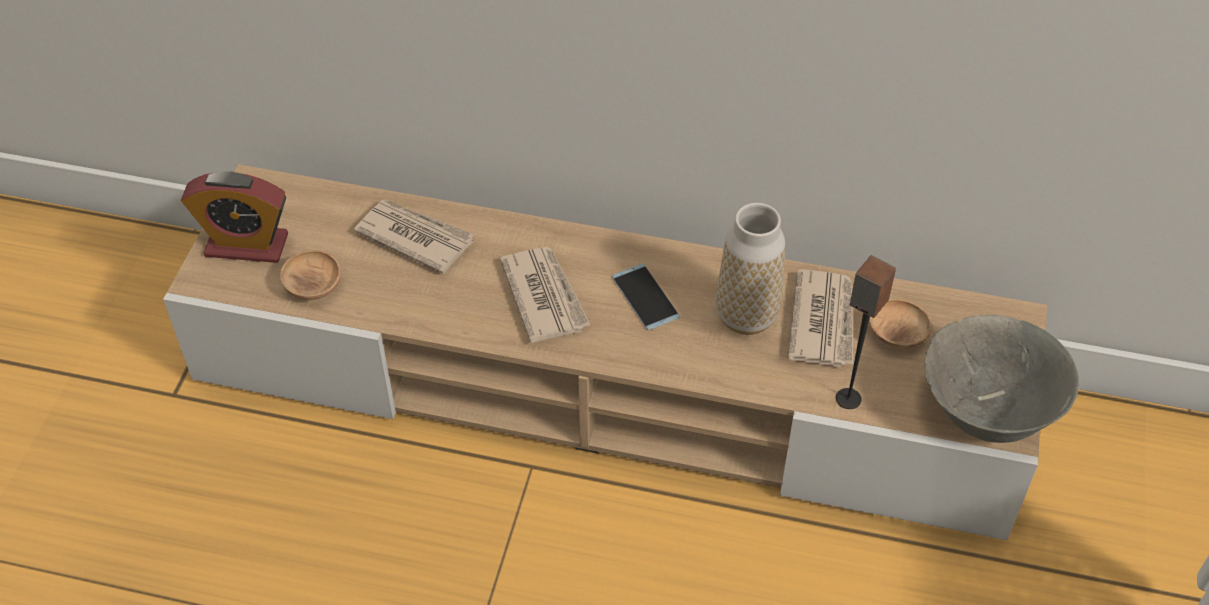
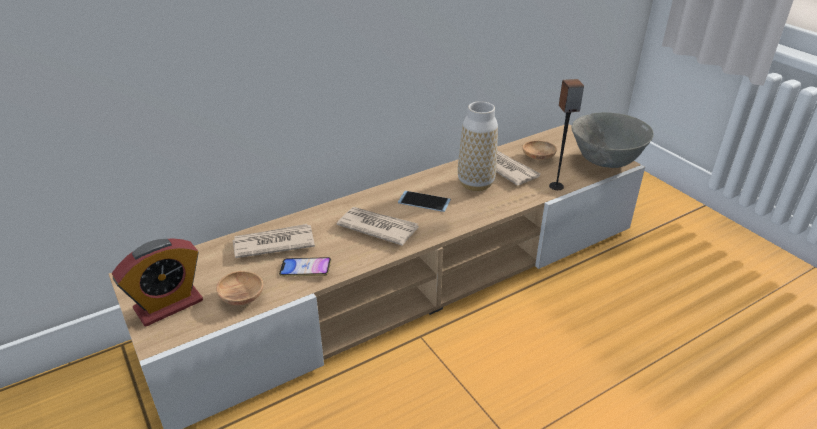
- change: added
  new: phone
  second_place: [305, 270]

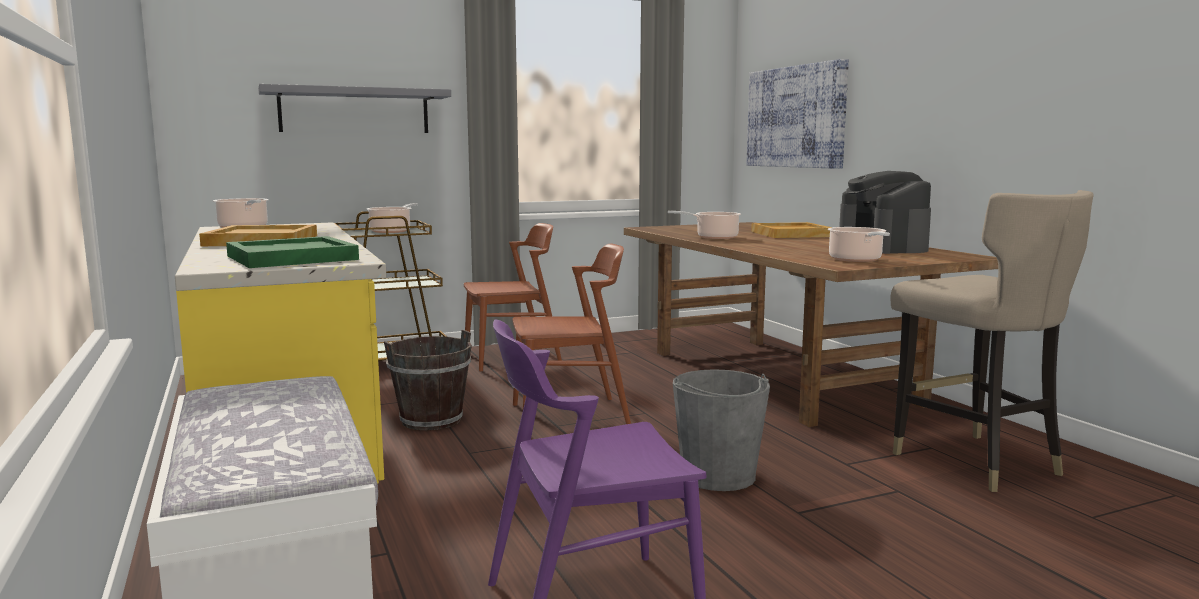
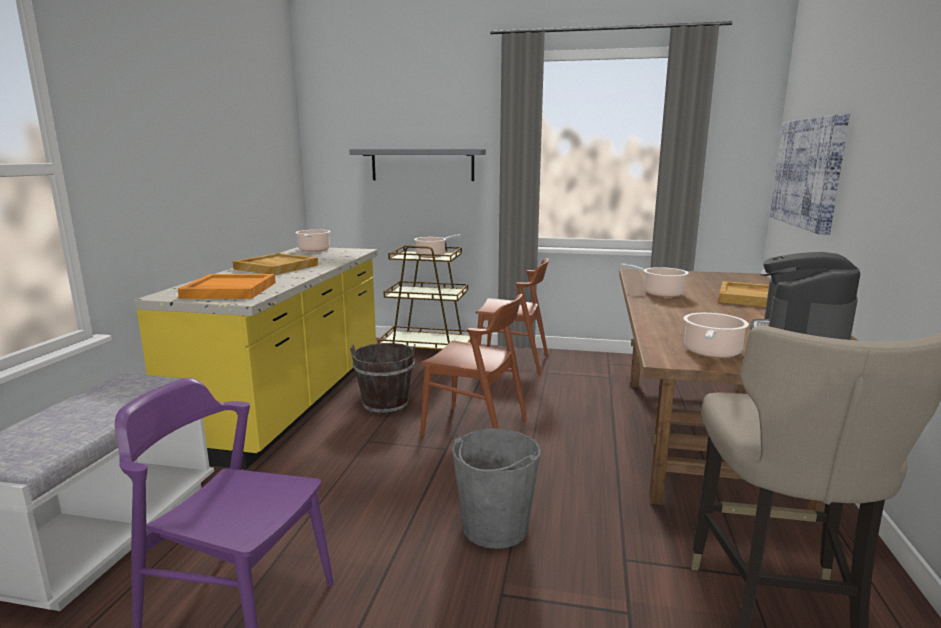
- change: recoloured
  old: tray in green
  new: tray in orange
  first_place: [291, 258]
  second_place: [229, 290]

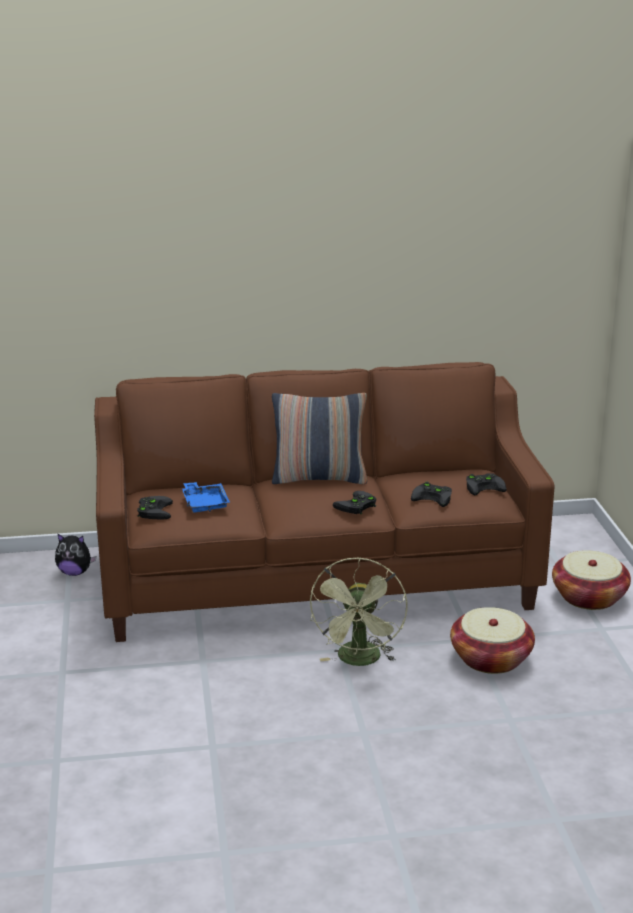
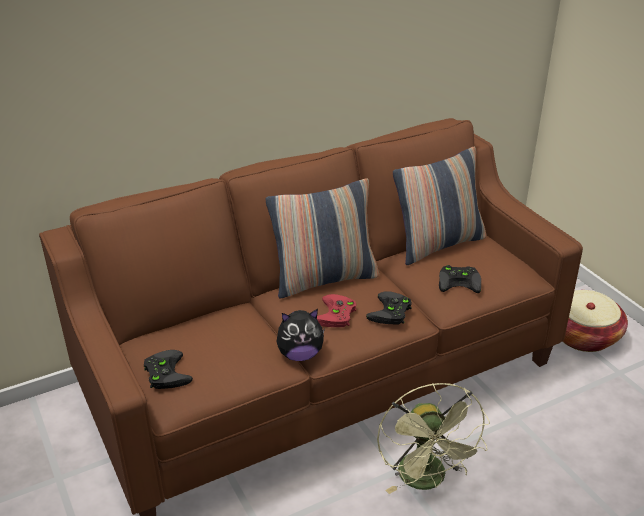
- change: removed
  old: game controller in black
  first_place: [485, 486]
- change: removed
  old: tray in blue
  first_place: [205, 504]
- change: moved
  old: plush toy
  first_place: [75, 572]
  second_place: [300, 354]
- change: removed
  old: basket
  first_place: [491, 658]
- change: added
  new: pillow
  second_place: [438, 244]
- change: added
  new: game controller in red
  second_place: [336, 315]

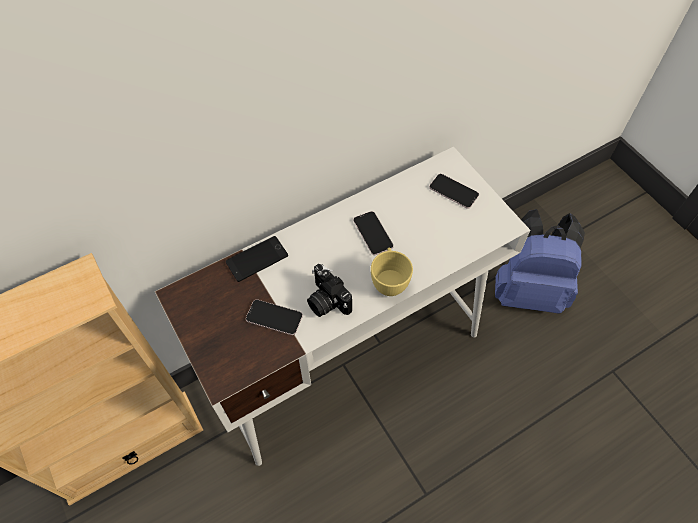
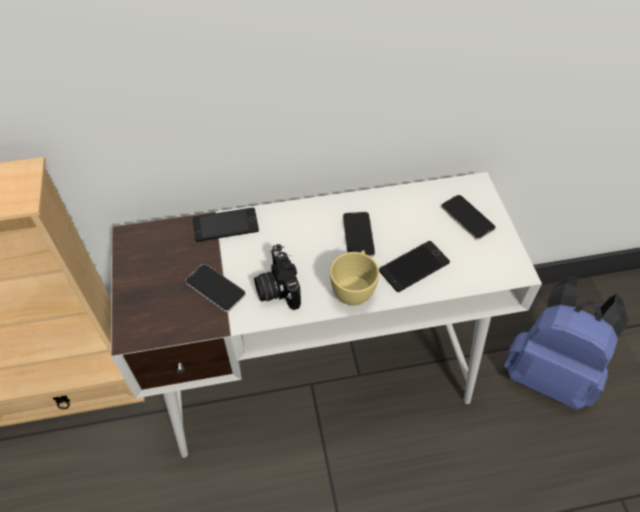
- change: added
  new: phone
  second_place: [414, 266]

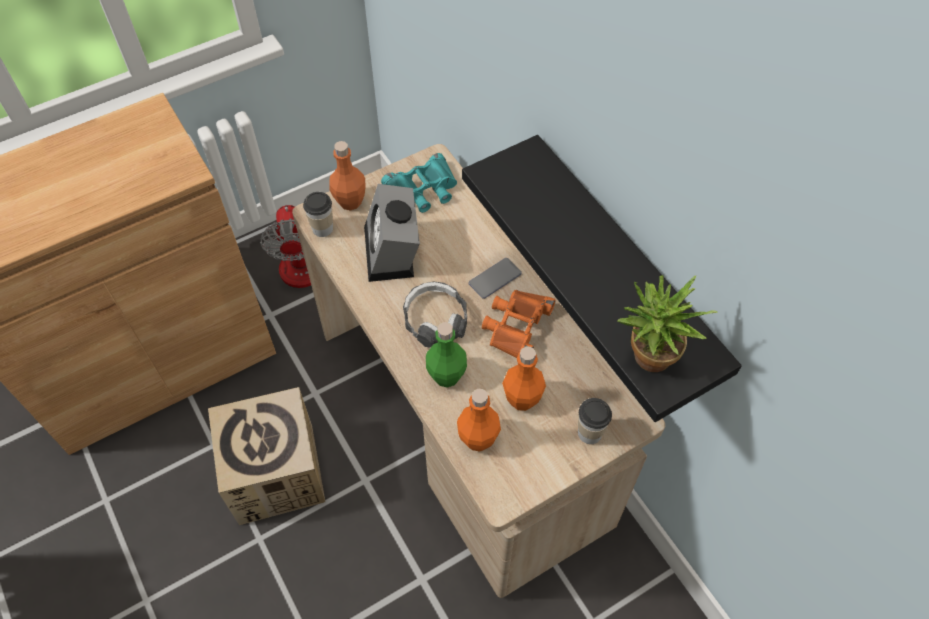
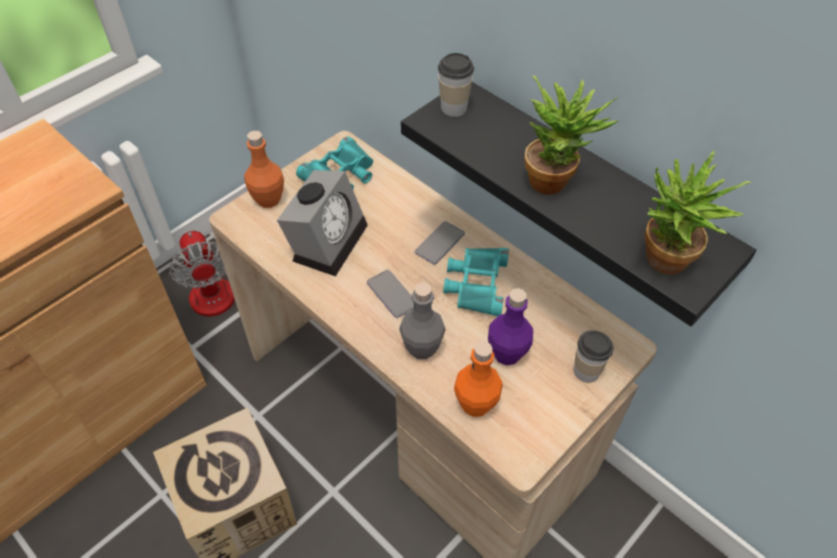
- change: turned
  old: alarm clock
  first_place: [393, 253]
  second_place: [328, 239]
  degrees: -135
- change: moved
  old: cup
  first_place: [322, 228]
  second_place: [453, 108]
- change: replaced
  old: headphones
  new: phone
  first_place: [435, 319]
  second_place: [392, 294]
- change: recoloured
  old: binoculars in orange
  new: binoculars in turquoise
  first_place: [516, 326]
  second_place: [476, 284]
- change: recoloured
  old: bottle in green
  new: bottle in grey
  first_place: [446, 376]
  second_place: [422, 348]
- change: recoloured
  old: bottle in orange
  new: bottle in purple
  first_place: [522, 399]
  second_place: [507, 353]
- change: added
  new: potted plant
  second_place: [555, 180]

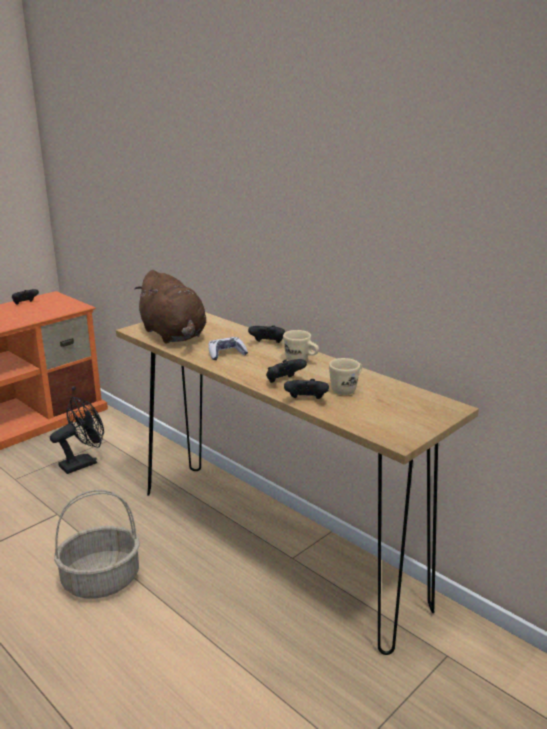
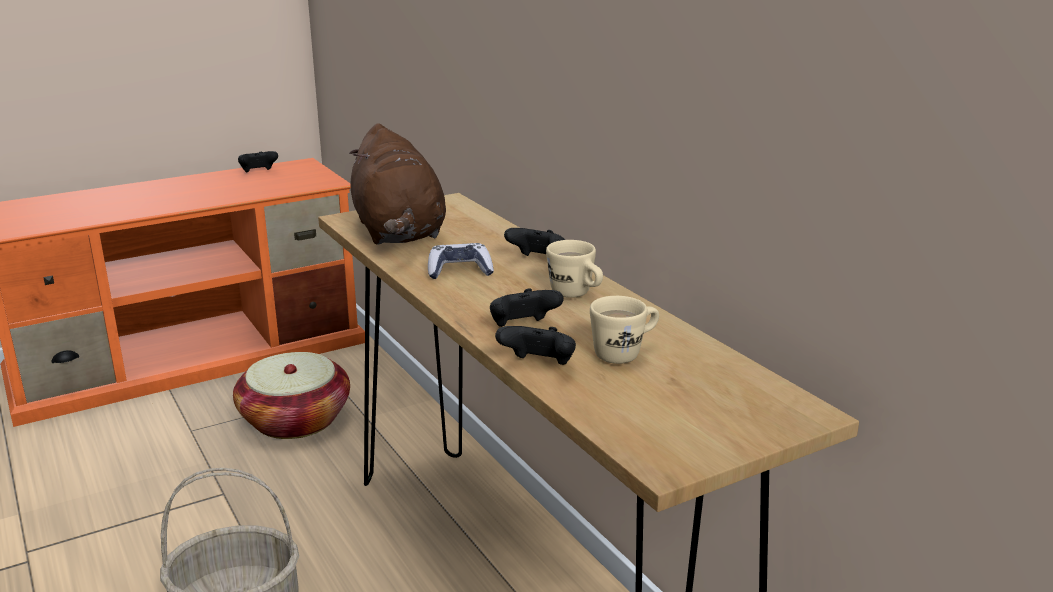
- change: replaced
  old: fan in black
  new: basket
  first_place: [83, 463]
  second_place: [295, 420]

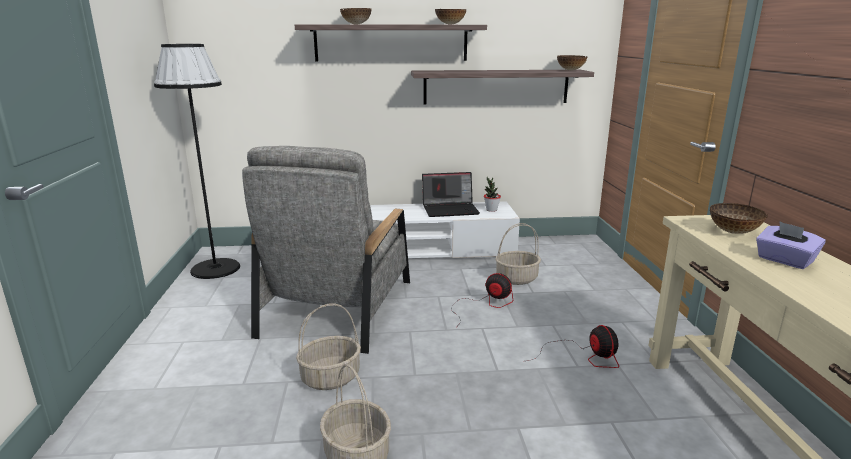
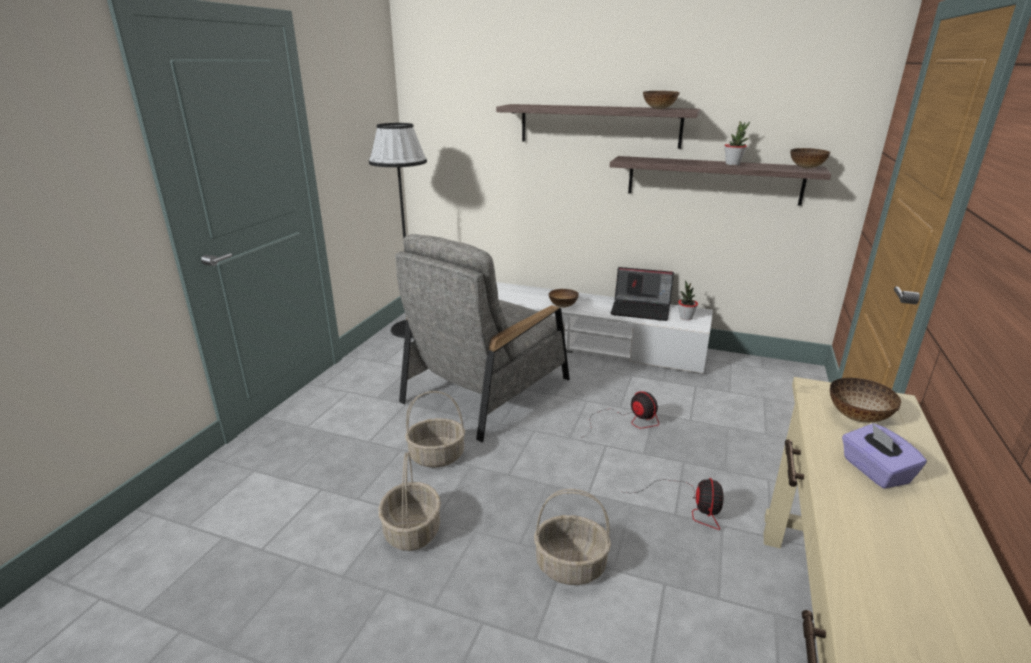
- change: moved
  old: bowl
  first_place: [356, 24]
  second_place: [563, 306]
- change: moved
  old: basket
  first_place: [517, 278]
  second_place: [571, 565]
- change: added
  new: potted plant
  second_place: [732, 164]

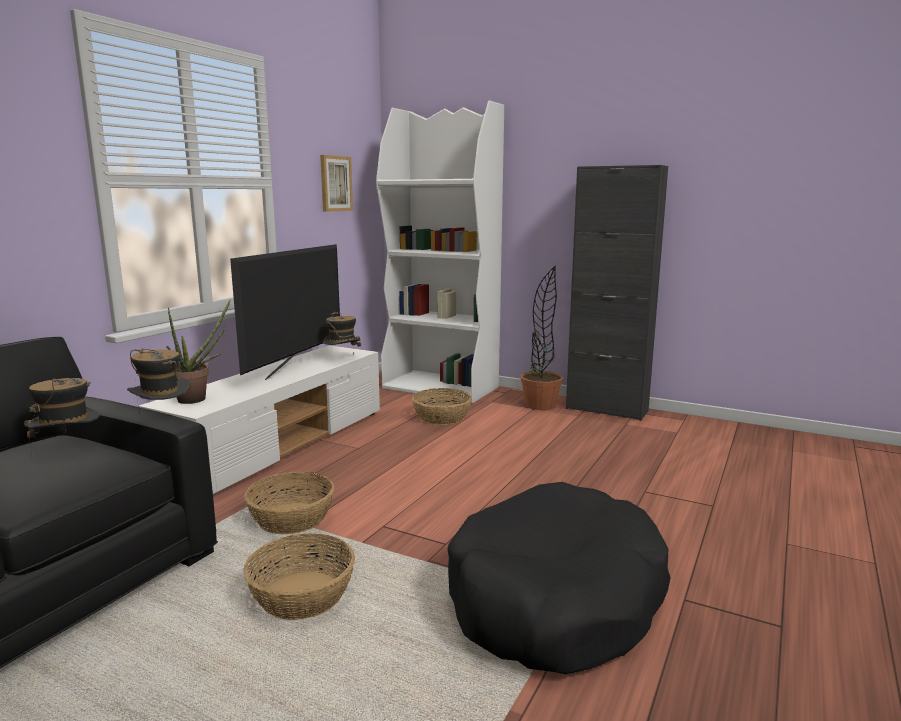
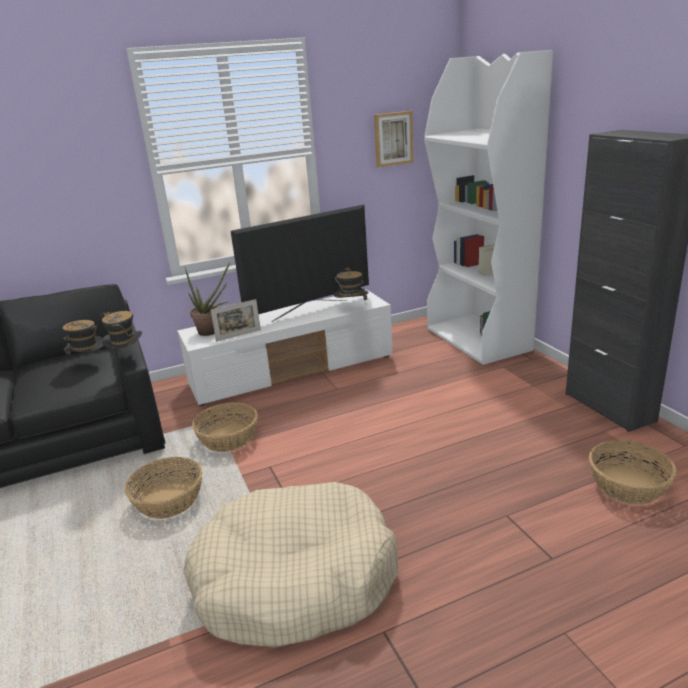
- change: removed
  old: potted plant
  first_place: [540, 405]
- change: moved
  old: basket
  first_place: [442, 417]
  second_place: [628, 486]
- change: recoloured
  old: dog bed in black
  new: dog bed in beige
  first_place: [555, 599]
  second_place: [295, 579]
- change: added
  new: picture frame
  second_place: [238, 335]

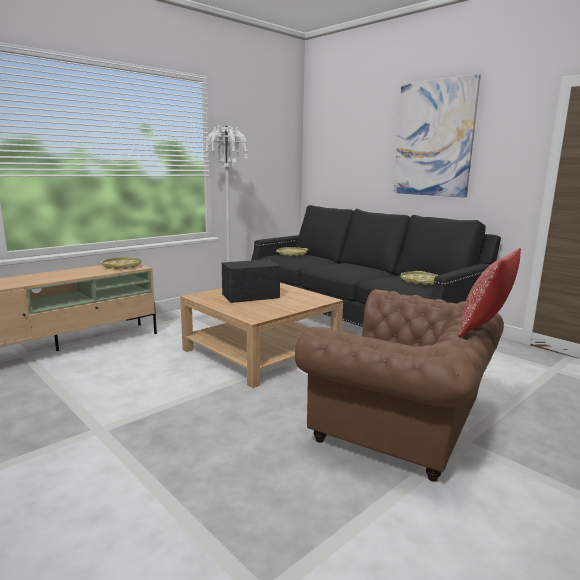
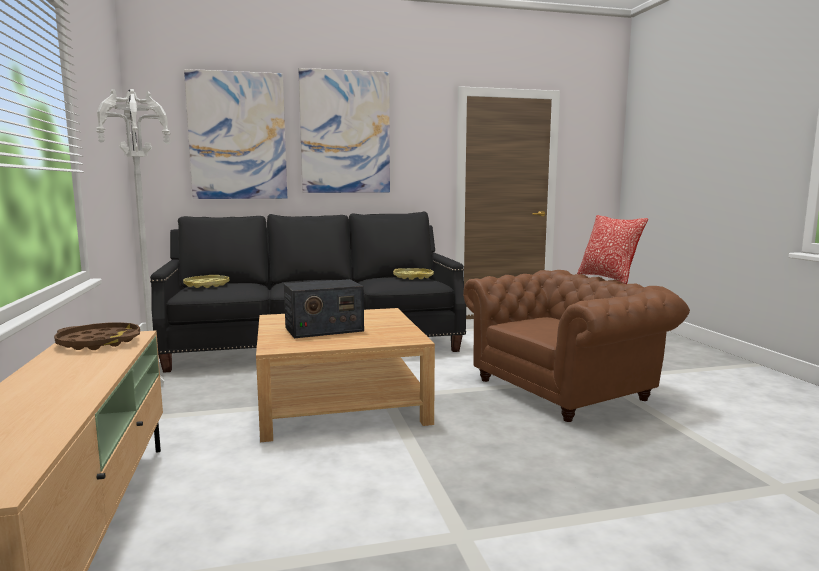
- change: recoloured
  old: tray in yellow
  new: tray in brown
  first_place: [122, 266]
  second_place: [99, 342]
- change: turned
  old: radio
  first_place: [251, 296]
  second_place: [323, 329]
  degrees: -120
- change: added
  new: picture
  second_place: [237, 136]

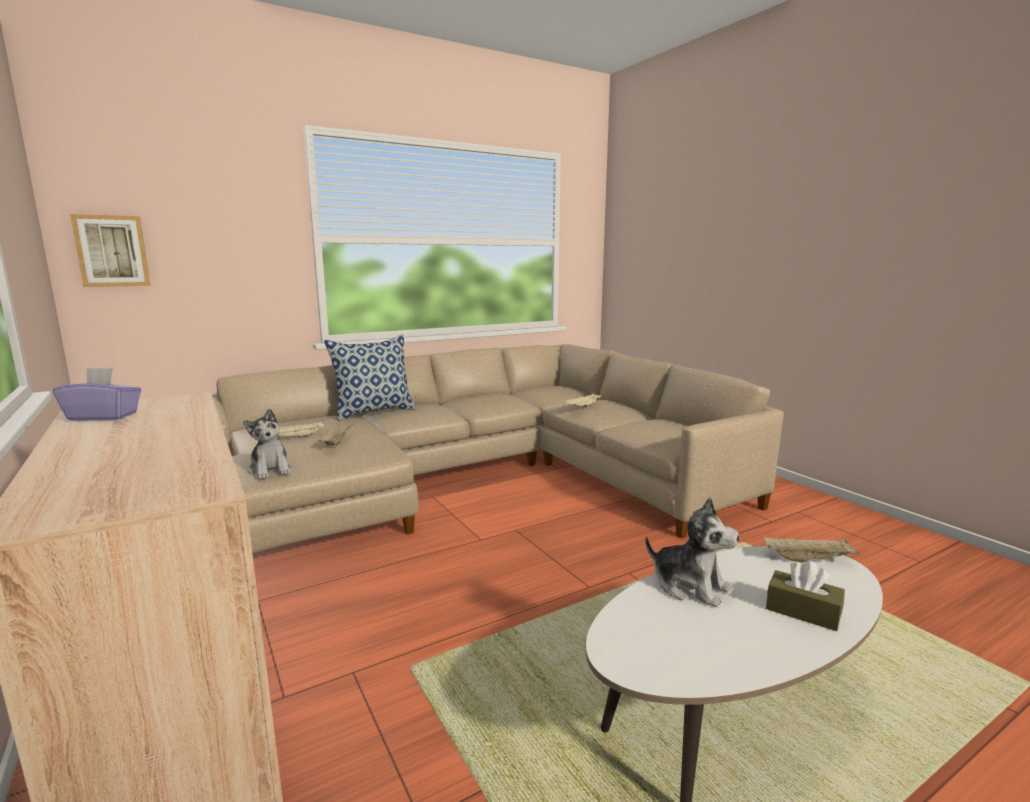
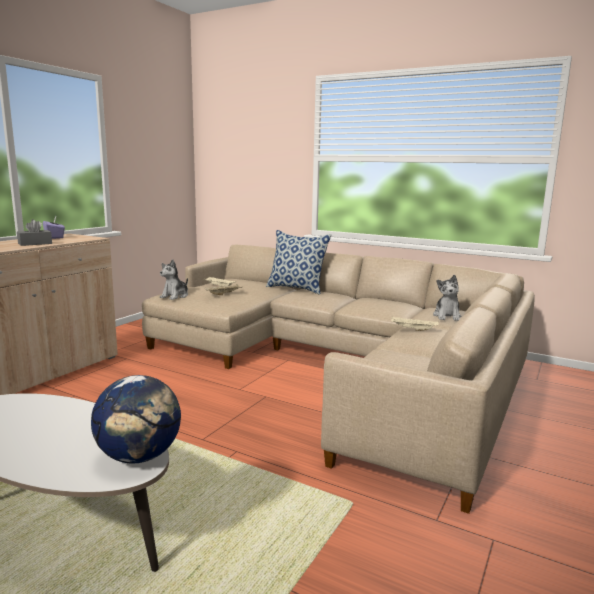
- change: removed
  old: picture
  first_place: [112, 251]
- change: moved
  old: plush toy
  first_place: [690, 586]
  second_place: [447, 316]
- change: replaced
  old: tray in beige
  new: globe
  first_place: [809, 559]
  second_place: [139, 456]
- change: removed
  old: tissue box in brown
  first_place: [803, 611]
- change: added
  new: tissue box in grey
  second_place: [35, 243]

